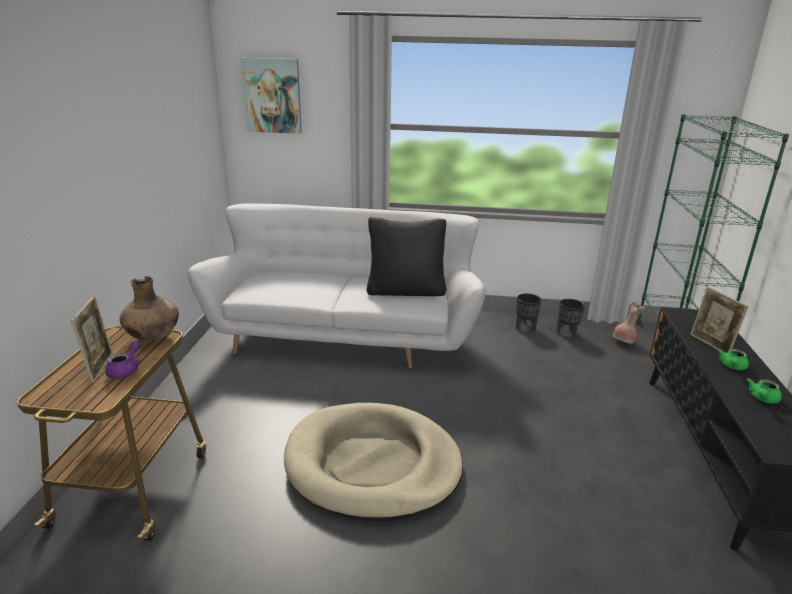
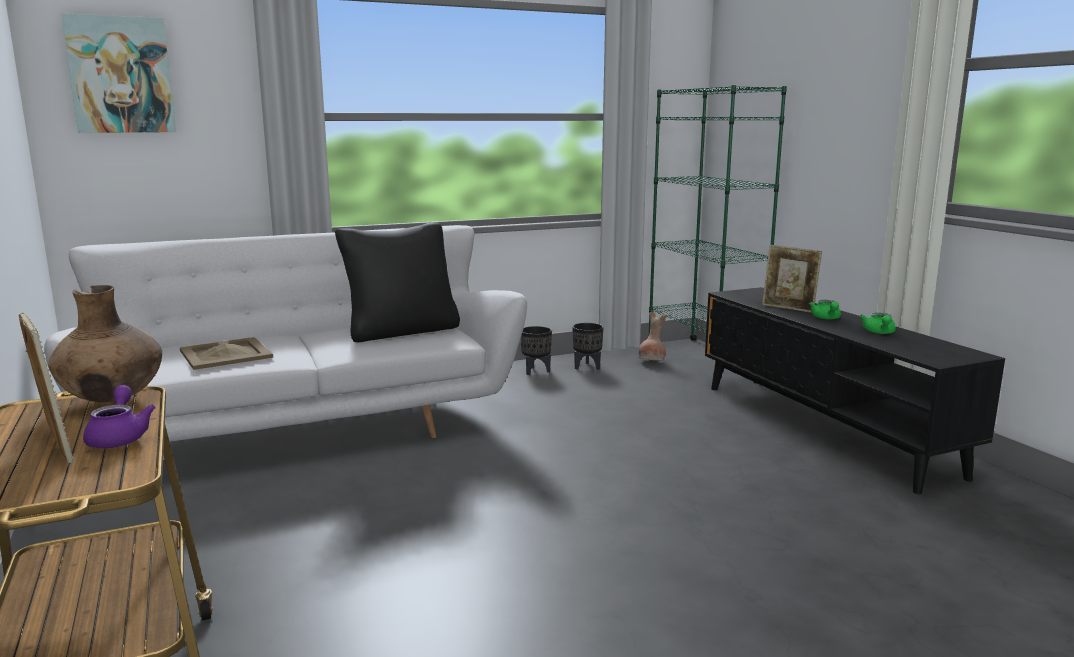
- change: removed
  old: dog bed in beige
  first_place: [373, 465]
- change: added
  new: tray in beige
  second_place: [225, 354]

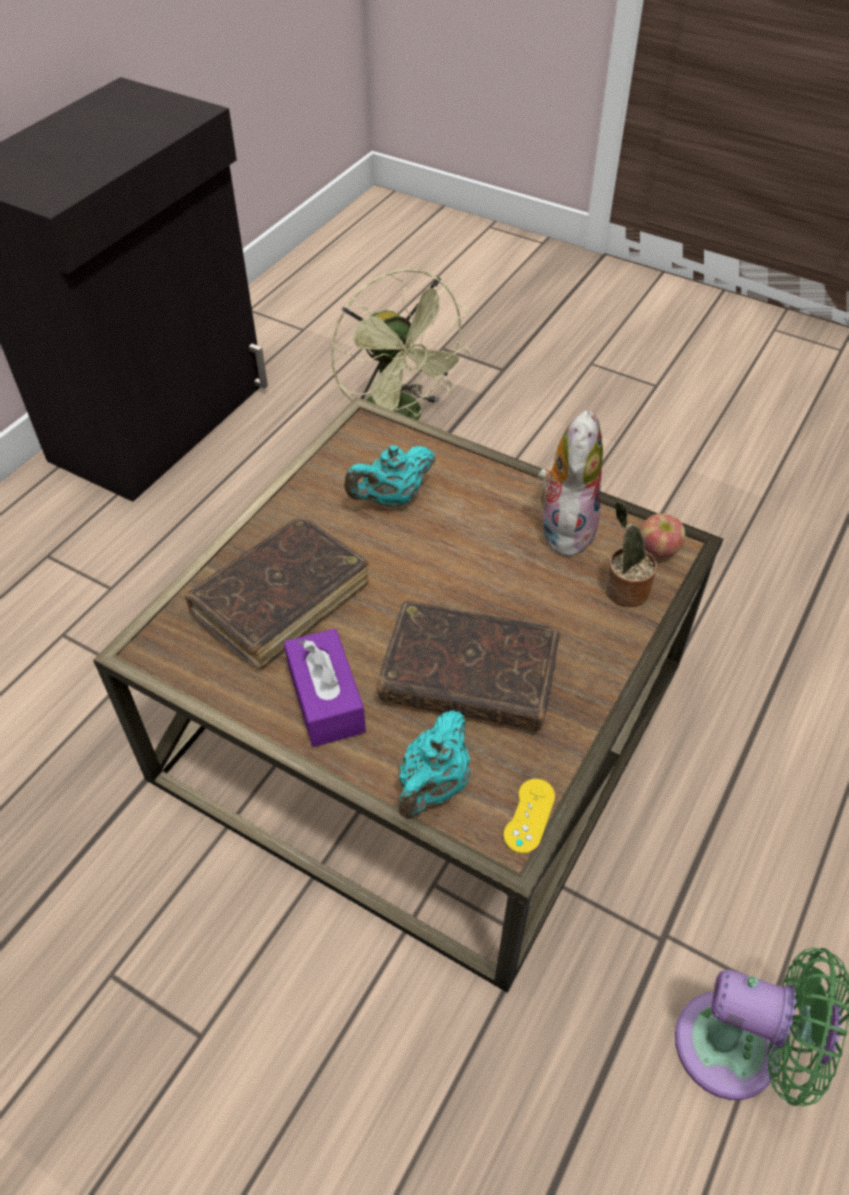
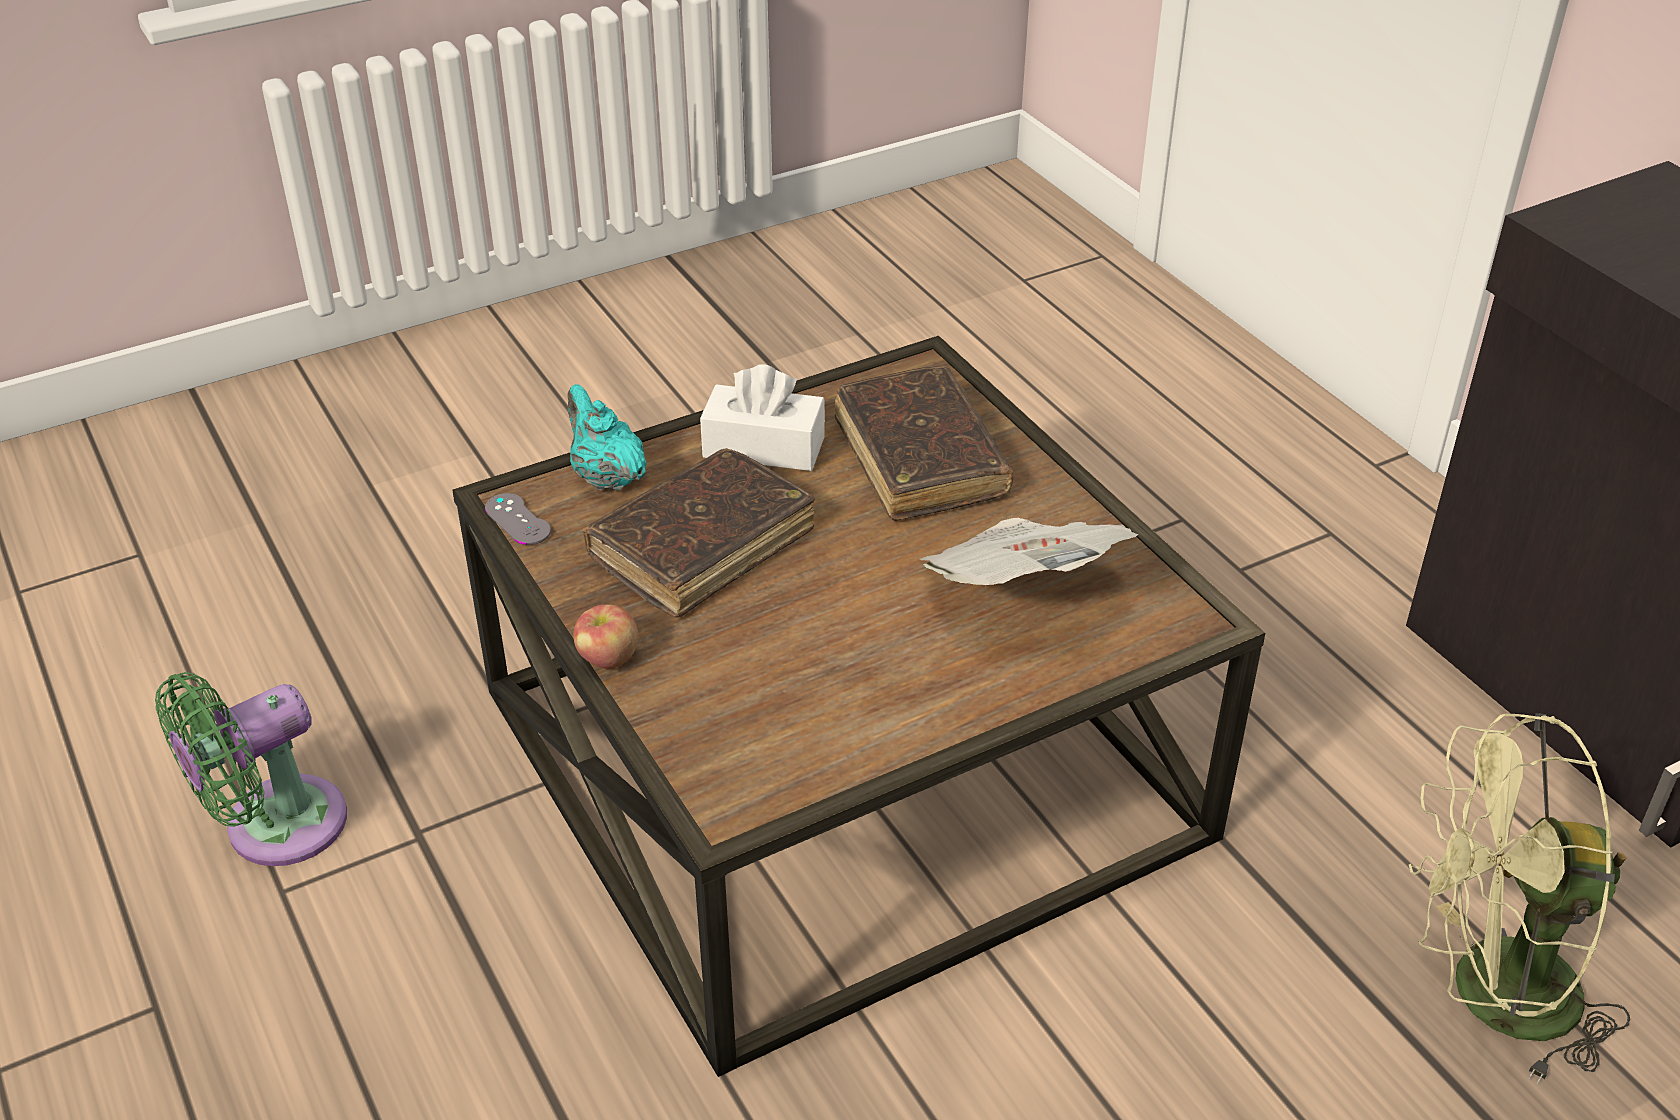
- change: removed
  old: plush toy
  first_place: [564, 527]
- change: replaced
  old: teapot in turquoise
  new: newspaper
  first_place: [392, 499]
  second_place: [1021, 590]
- change: removed
  old: potted plant
  first_place: [623, 590]
- change: moved
  old: apple
  first_place: [658, 550]
  second_place: [608, 658]
- change: recoloured
  old: tissue box in purple
  new: tissue box in white
  first_place: [326, 699]
  second_place: [764, 447]
- change: recoloured
  old: game controller in yellow
  new: game controller in grey
  first_place: [529, 815]
  second_place: [518, 519]

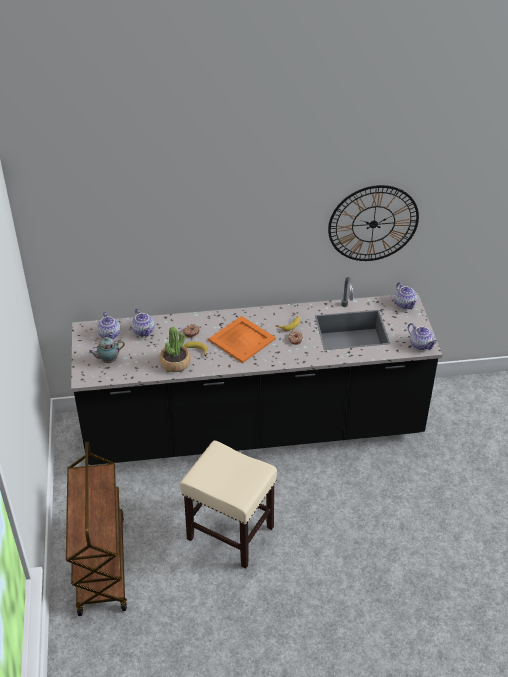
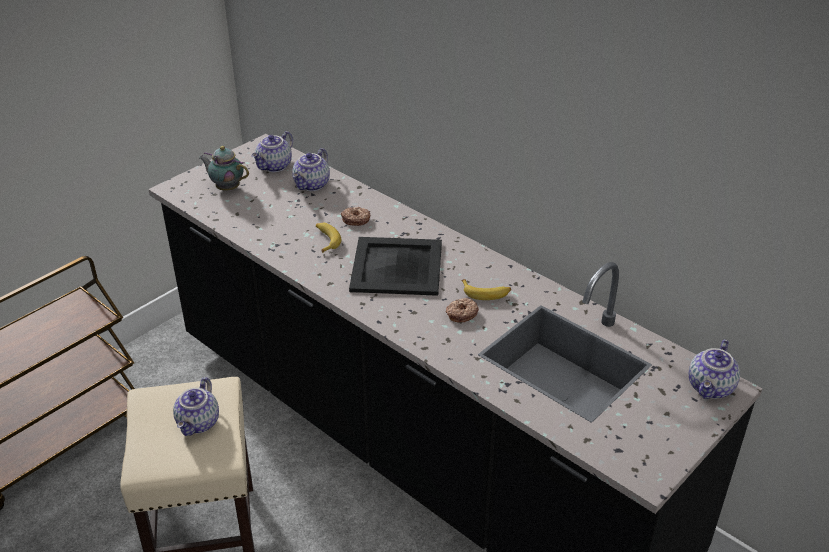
- change: removed
  old: wall clock
  first_place: [373, 224]
- change: recoloured
  old: tray in orange
  new: tray in black
  first_place: [242, 339]
  second_place: [397, 267]
- change: moved
  old: teapot
  first_place: [421, 344]
  second_place: [199, 423]
- change: removed
  old: potted plant
  first_place: [175, 363]

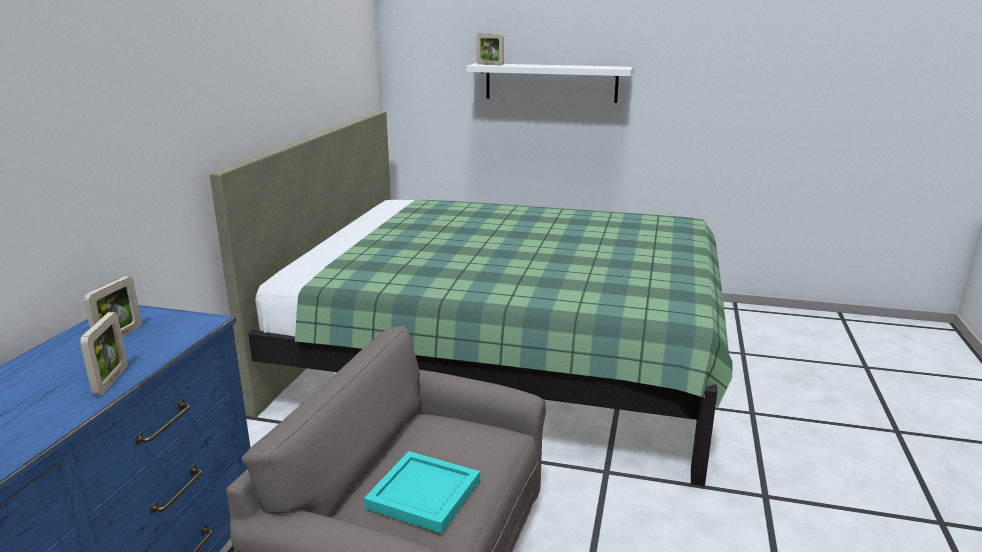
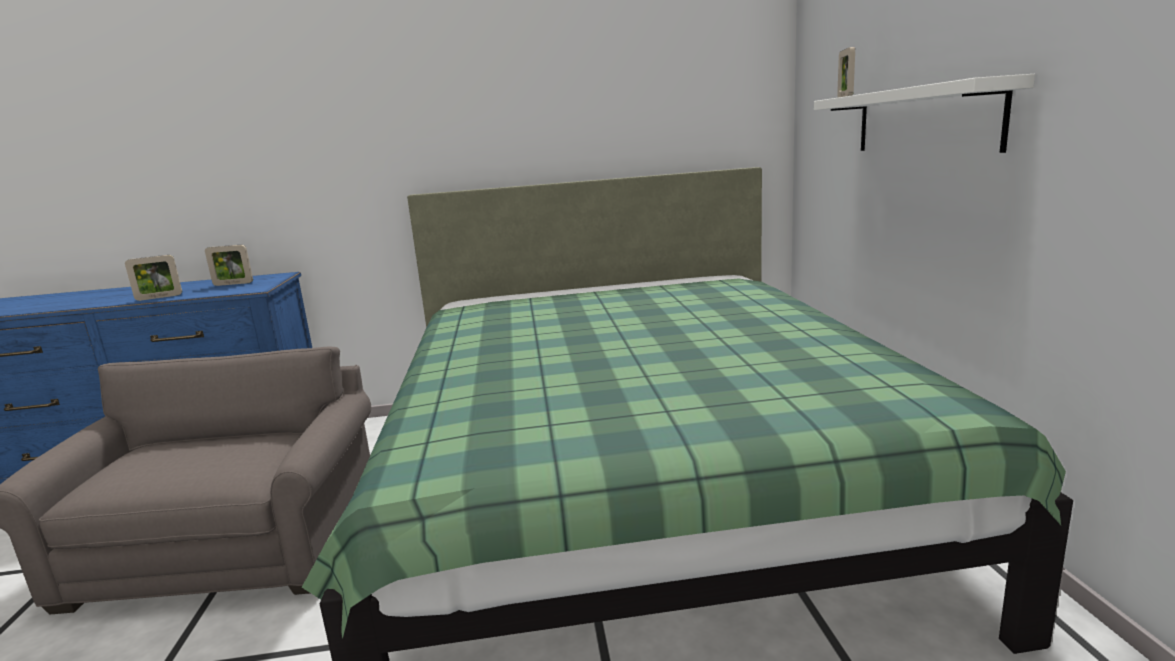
- change: removed
  old: tray in turquoise
  first_place: [423, 493]

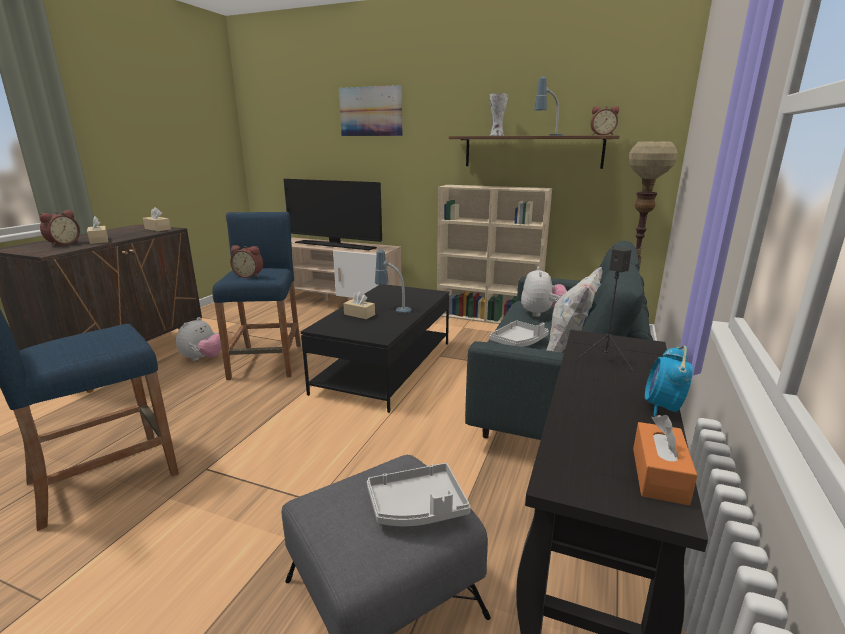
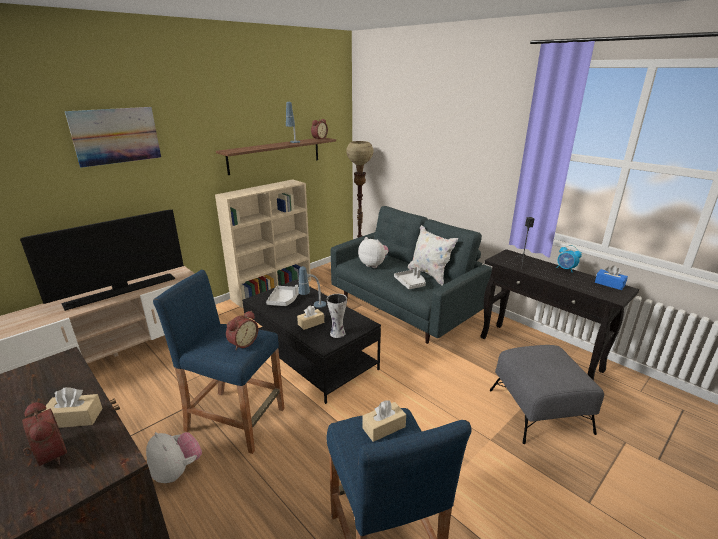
- change: moved
  old: vase
  first_place: [496, 135]
  second_place: [338, 334]
- change: moved
  old: tissue box in beige
  first_place: [157, 229]
  second_place: [384, 427]
- change: recoloured
  old: tissue box in orange
  new: tissue box in blue
  first_place: [659, 475]
  second_place: [609, 284]
- change: moved
  old: tray in grey
  first_place: [417, 507]
  second_place: [284, 300]

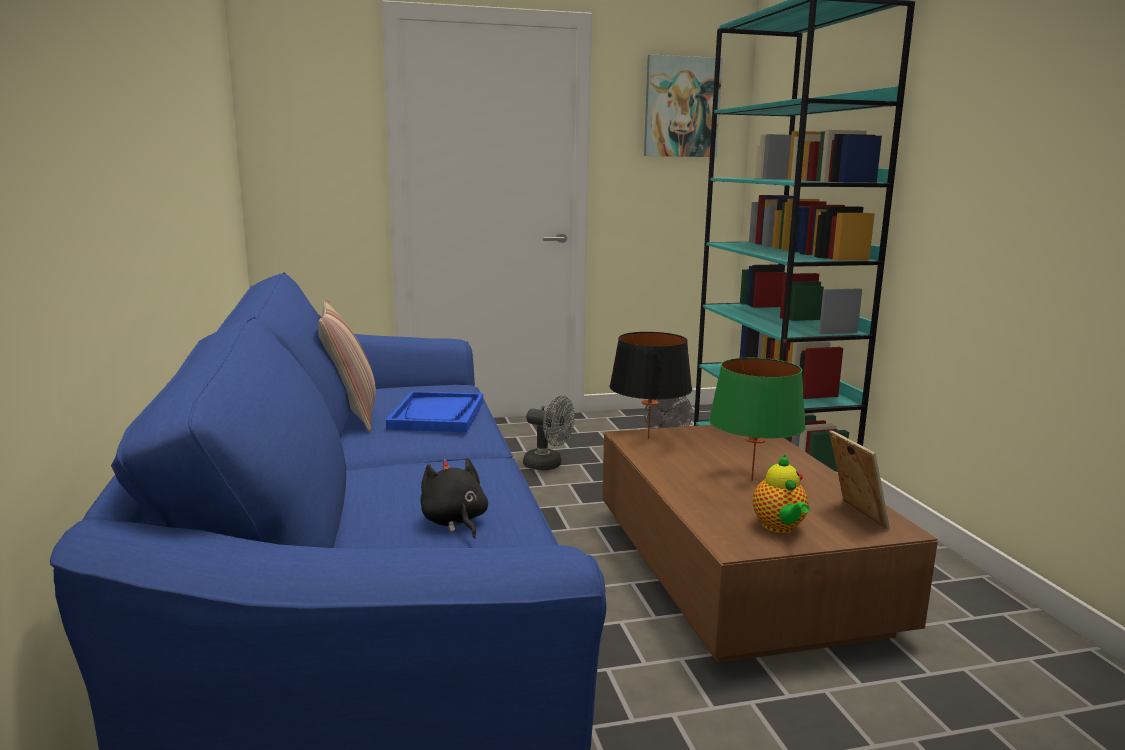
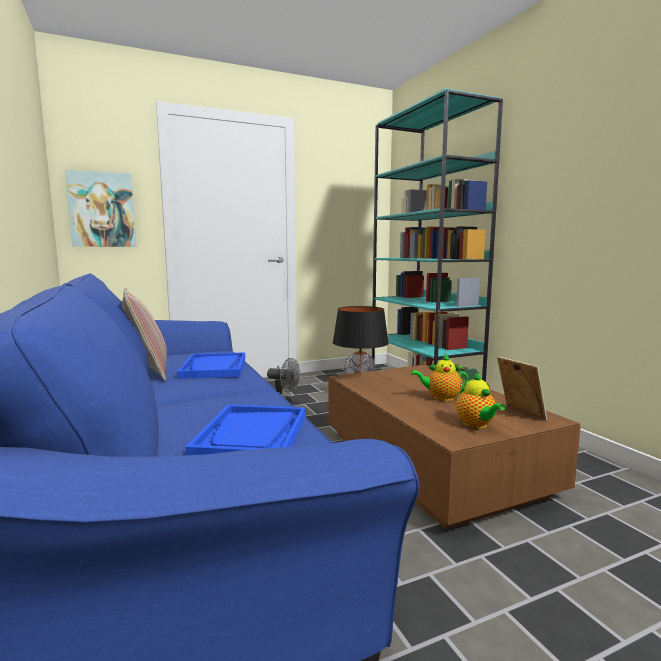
- change: moved
  old: picture
  first_place: [681, 107]
  second_place: [102, 210]
- change: replaced
  old: table lamp in green
  new: teapot
  first_place: [752, 480]
  second_place: [441, 398]
- change: replaced
  old: plush toy in black
  new: tray in blue
  first_place: [454, 522]
  second_place: [252, 435]

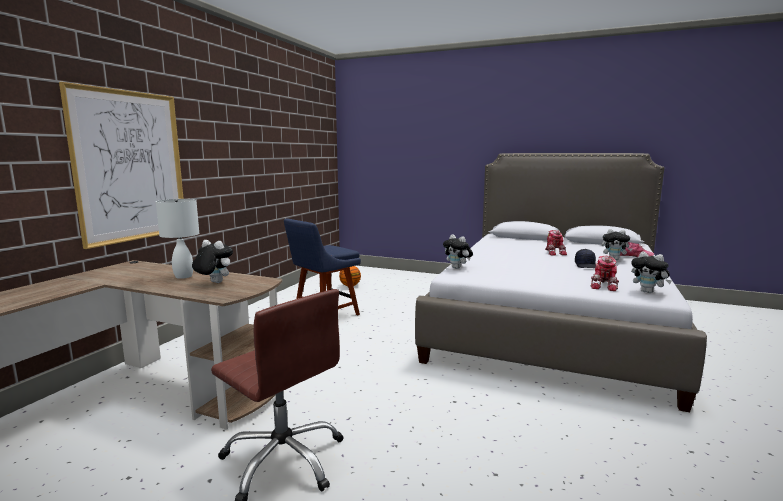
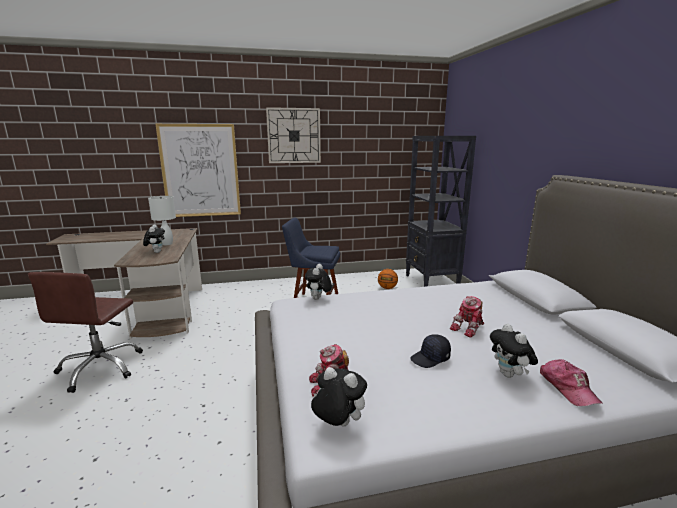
- change: turned
  old: plush toy
  first_place: [648, 292]
  second_place: [338, 424]
  degrees: 105
- change: added
  new: wall clock
  second_place: [294, 135]
- change: added
  new: bookcase in black
  second_place: [431, 282]

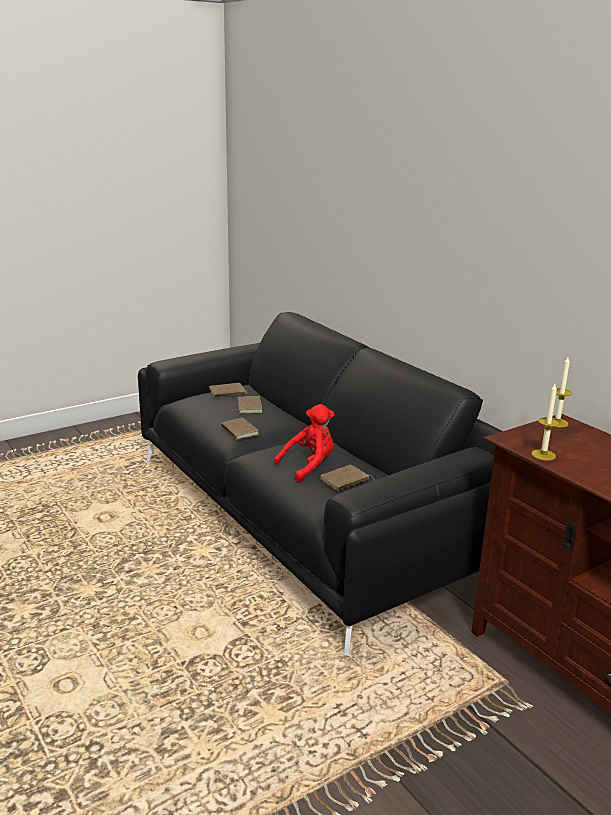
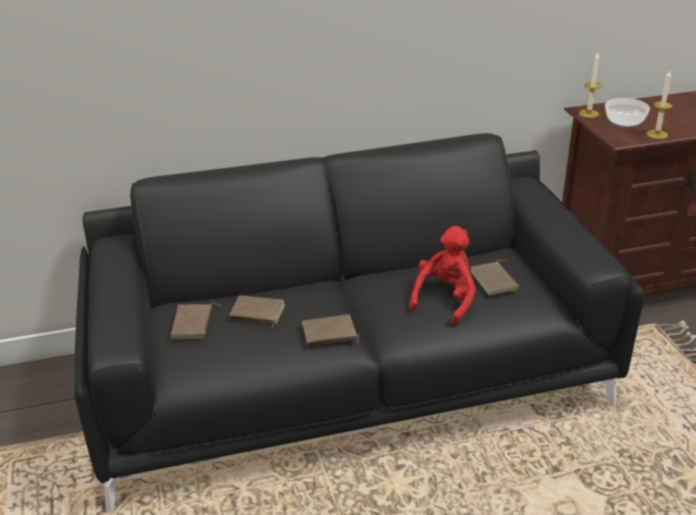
- change: turned
  old: plush toy in red
  first_place: [309, 466]
  second_place: [445, 299]
  degrees: 45
- change: added
  new: bowl
  second_place: [624, 121]

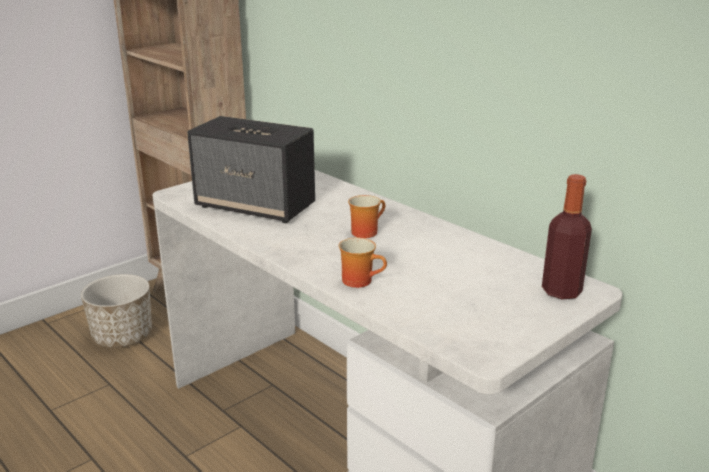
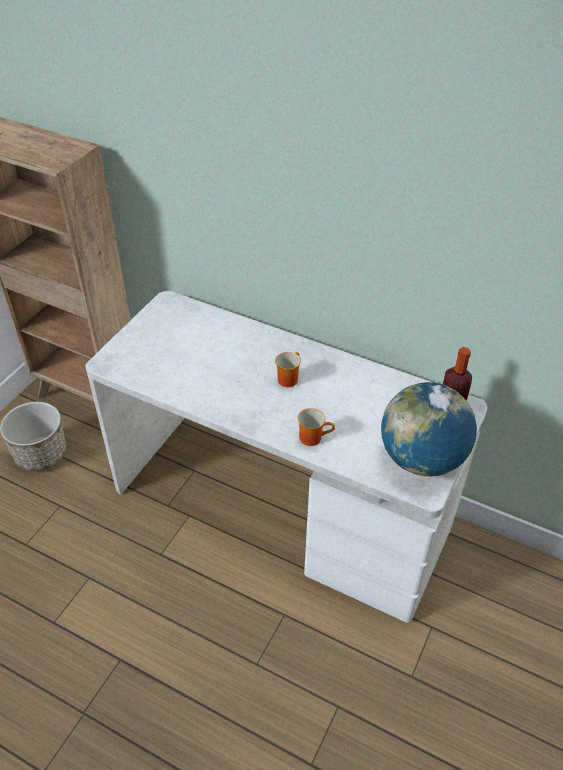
- change: removed
  old: speaker
  first_place: [256, 206]
- change: added
  new: globe
  second_place: [421, 459]

